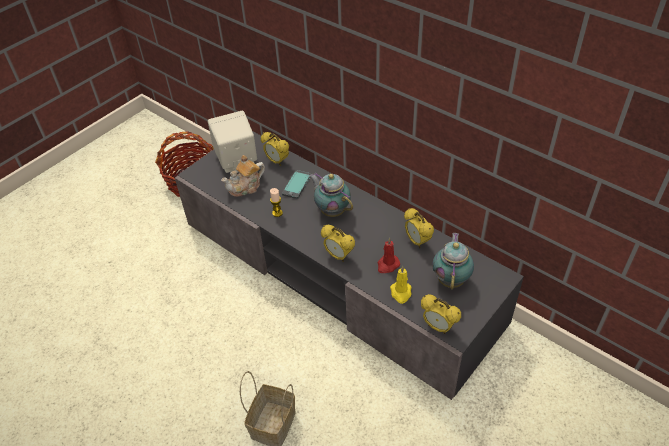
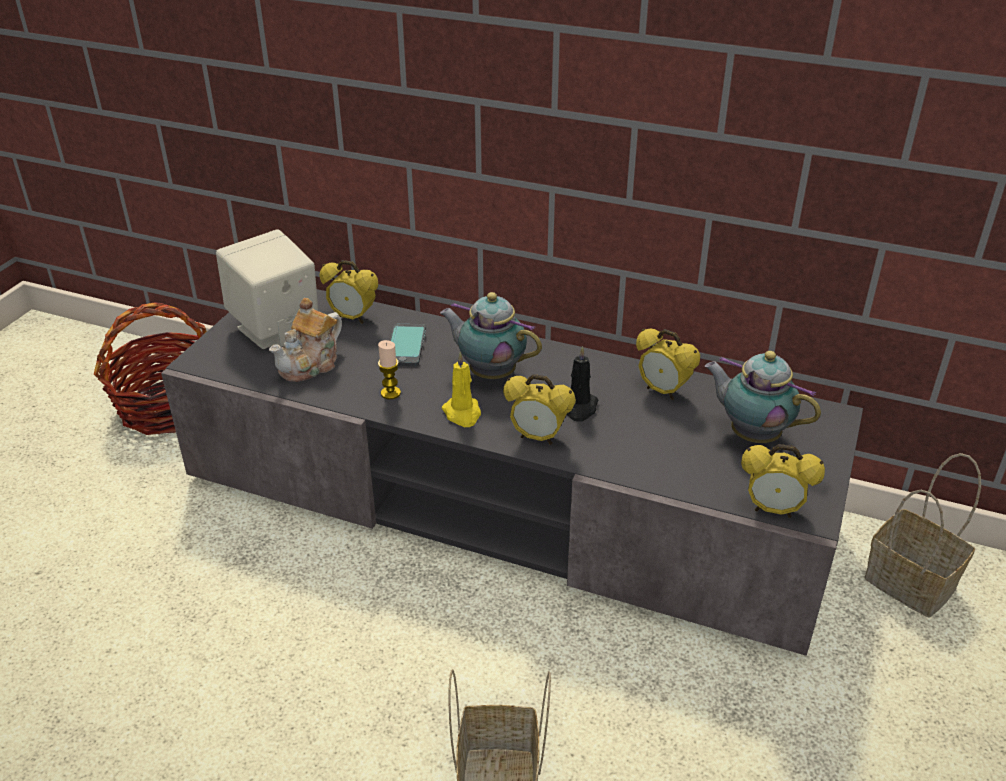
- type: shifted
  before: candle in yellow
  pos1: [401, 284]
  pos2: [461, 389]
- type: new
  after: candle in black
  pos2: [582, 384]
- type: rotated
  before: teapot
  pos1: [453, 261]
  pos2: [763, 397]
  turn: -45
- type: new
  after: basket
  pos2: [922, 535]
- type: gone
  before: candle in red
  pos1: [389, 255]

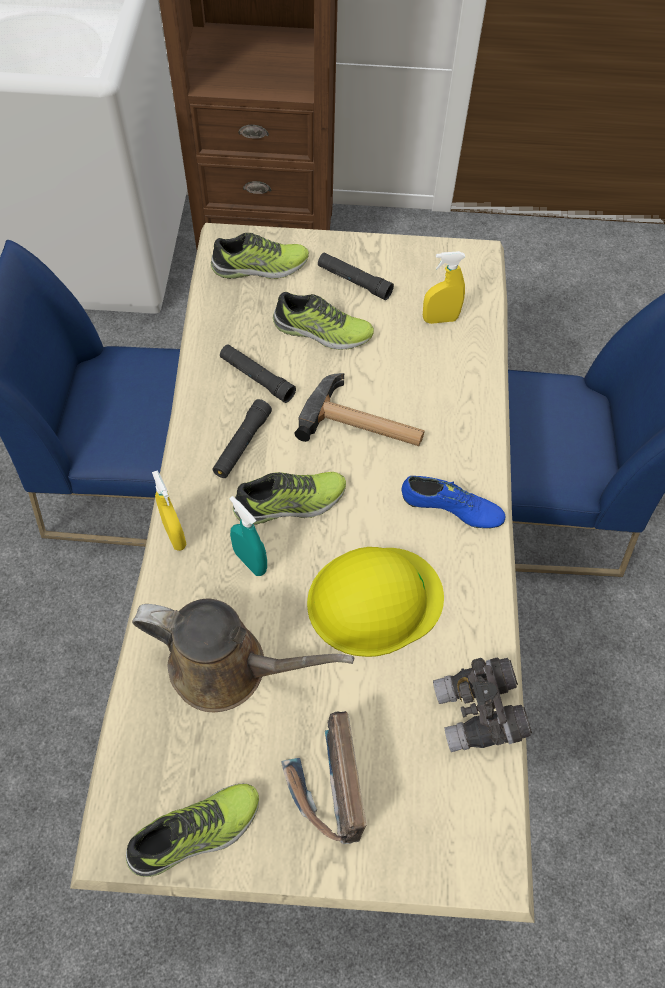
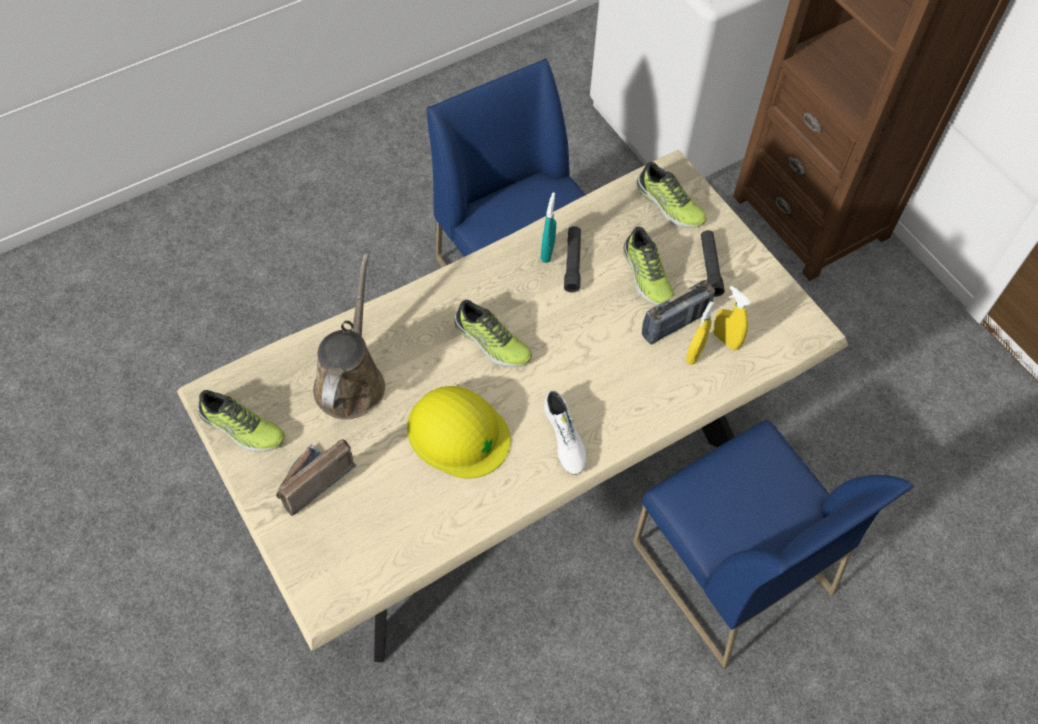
- type: rotated
  before: watering can in brown
  pos1: [243, 655]
  pos2: [349, 337]
  turn: -150
- type: shifted
  before: spray bottle in turquoise
  pos1: [248, 536]
  pos2: [548, 227]
- type: repainted
  before: shoe in blue
  after: shoe in white
  pos1: [453, 502]
  pos2: [565, 432]
- type: new
  after: radio
  pos2: [678, 312]
- type: shifted
  before: spray bottle in yellow
  pos1: [169, 510]
  pos2: [700, 333]
- type: gone
  before: flashlight in black
  pos1: [242, 438]
- type: gone
  before: hammer
  pos1: [359, 409]
- type: gone
  before: binoculars in grey
  pos1: [482, 704]

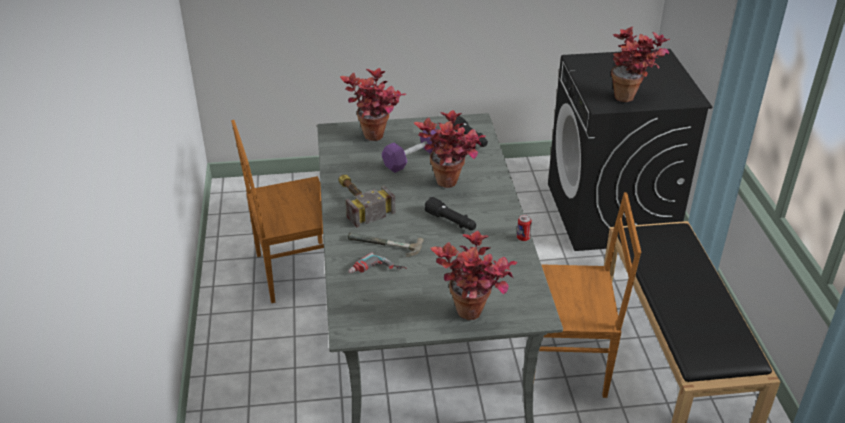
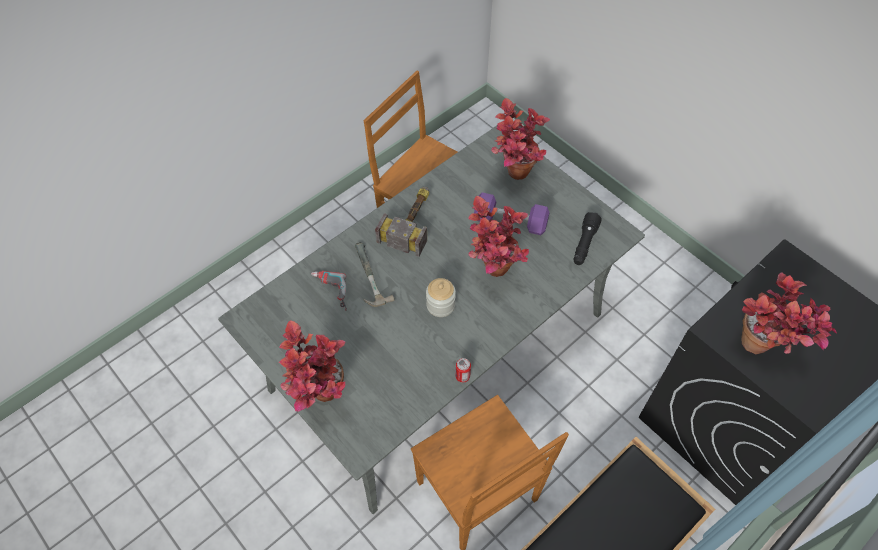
- type: swapped
  before: flashlight in black
  after: jar
  pos1: [451, 213]
  pos2: [441, 297]

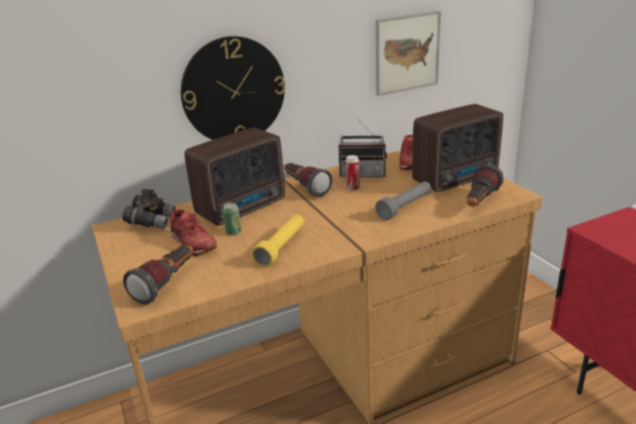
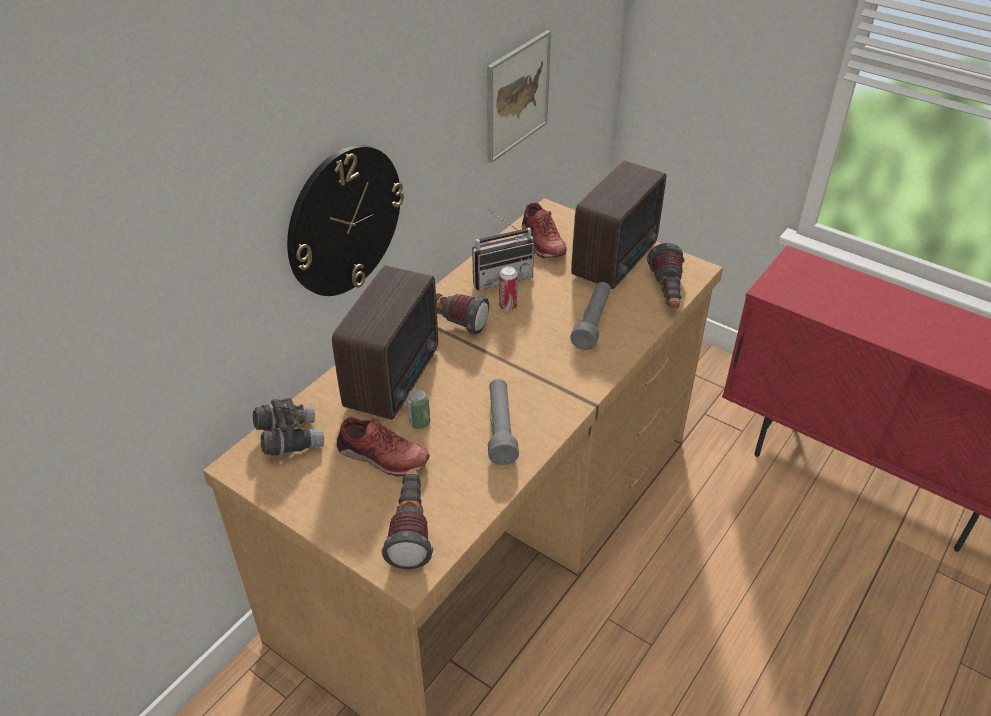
- type: repainted
  before: flashlight in yellow
  after: flashlight in grey
  pos1: [278, 241]
  pos2: [503, 422]

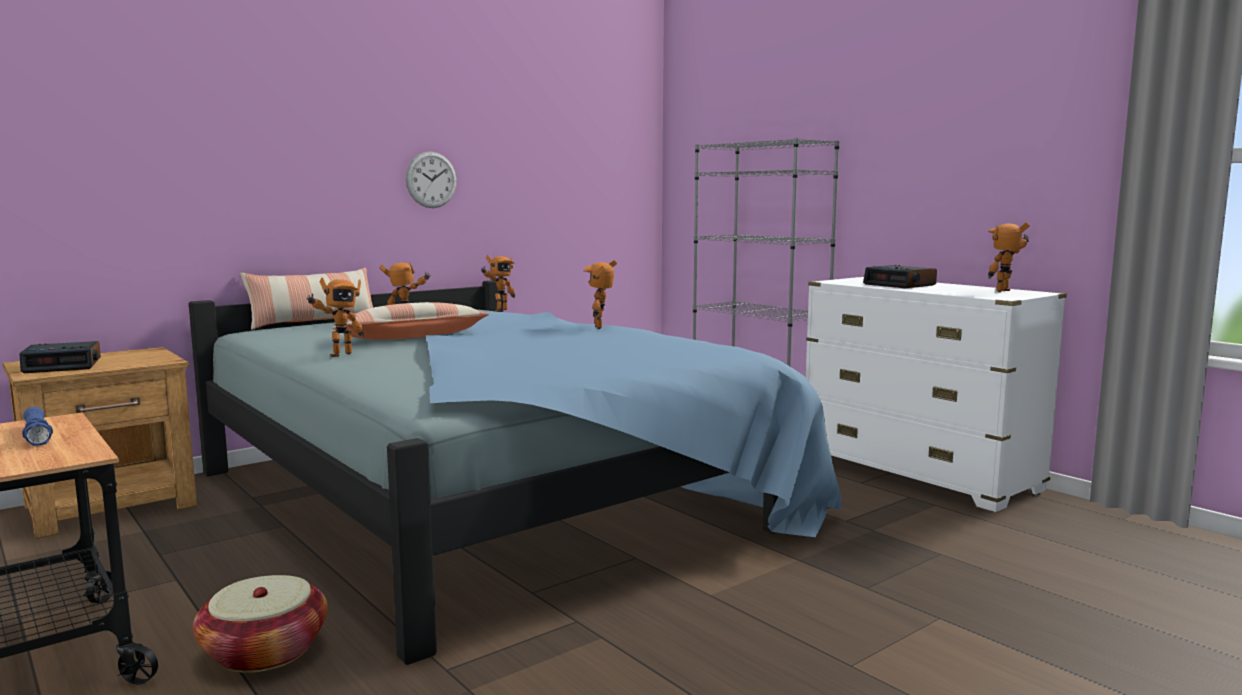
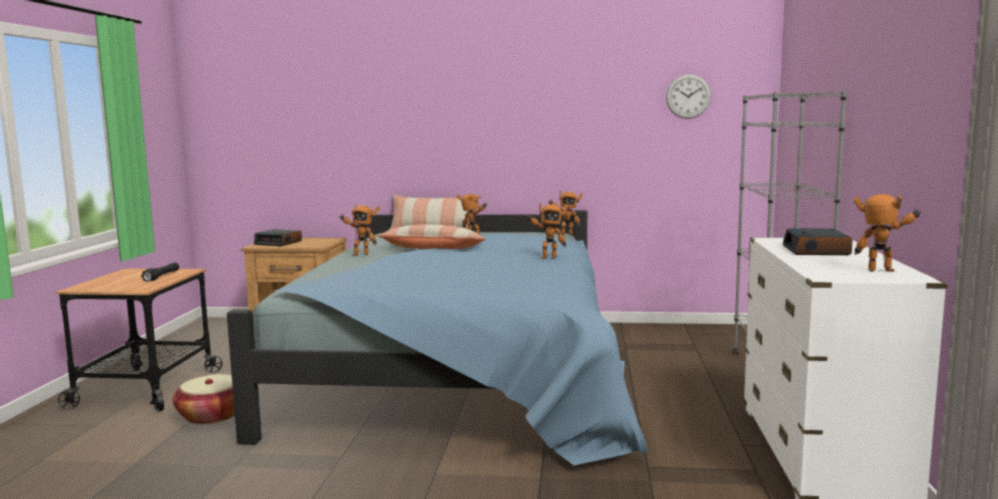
- type: repainted
  before: flashlight in blue
  after: flashlight in black
  pos1: [37, 426]
  pos2: [160, 271]
- type: rotated
  before: toy robot
  pos1: [600, 294]
  pos2: [547, 231]
  turn: -150
- type: shifted
  before: wall clock
  pos1: [431, 180]
  pos2: [688, 96]

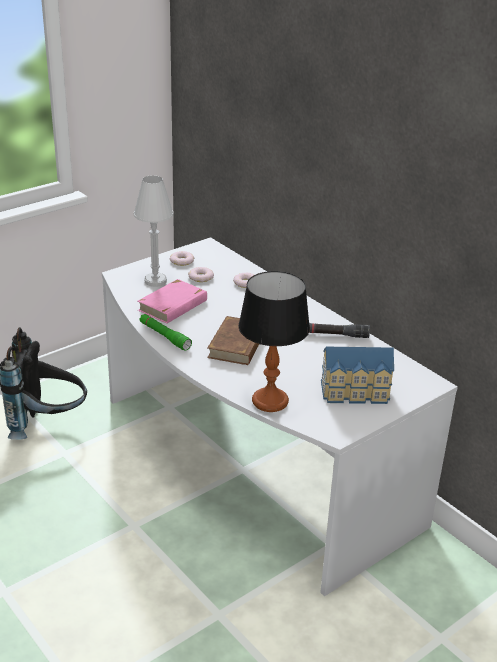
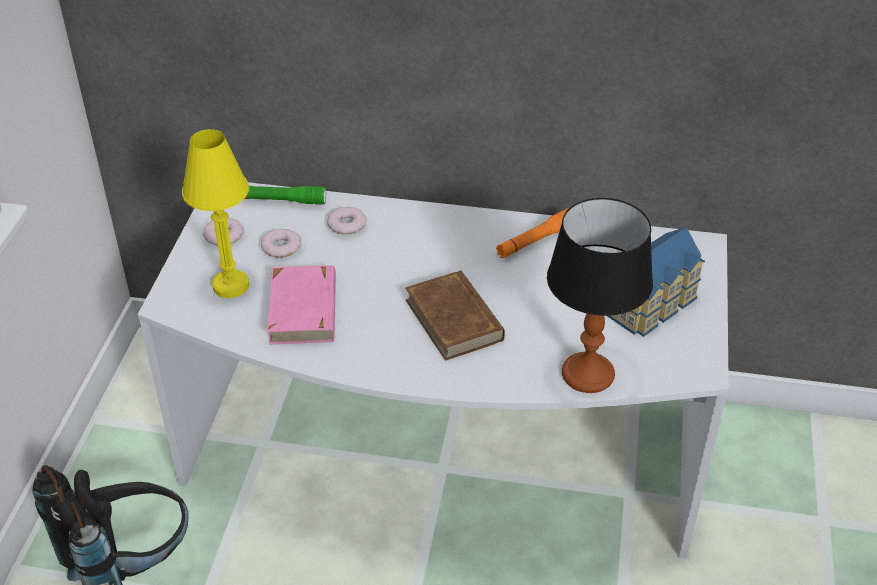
- type: repainted
  before: table lamp in white
  after: table lamp in yellow
  pos1: [154, 231]
  pos2: [215, 213]
- type: shifted
  before: flashlight in green
  pos1: [165, 332]
  pos2: [285, 195]
- type: repainted
  before: flashlight in black
  after: flashlight in orange
  pos1: [339, 330]
  pos2: [532, 233]

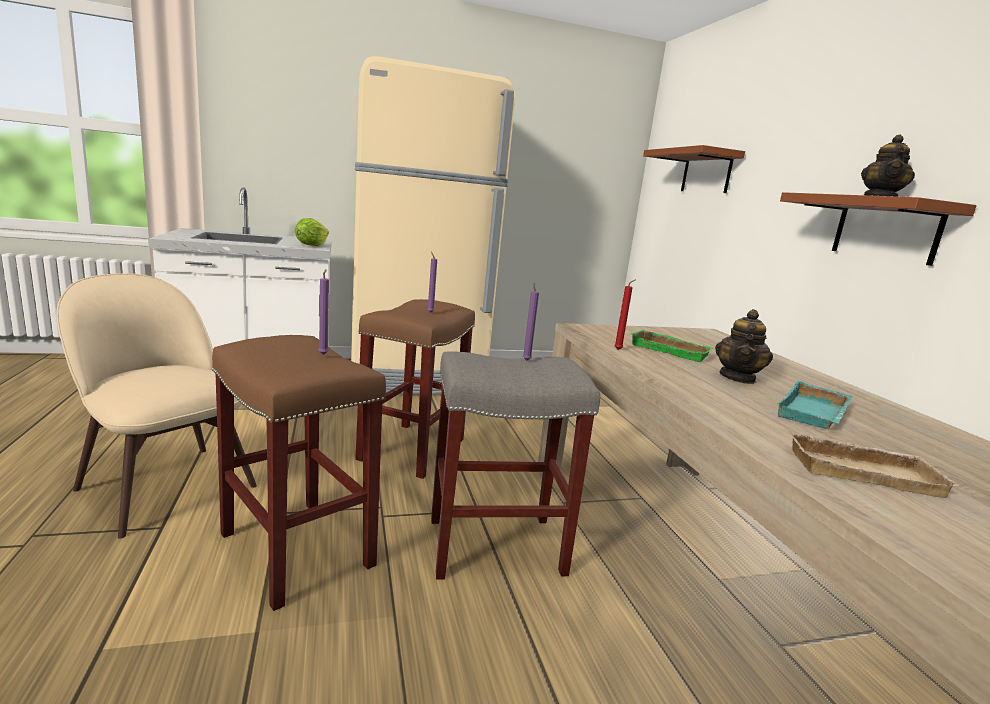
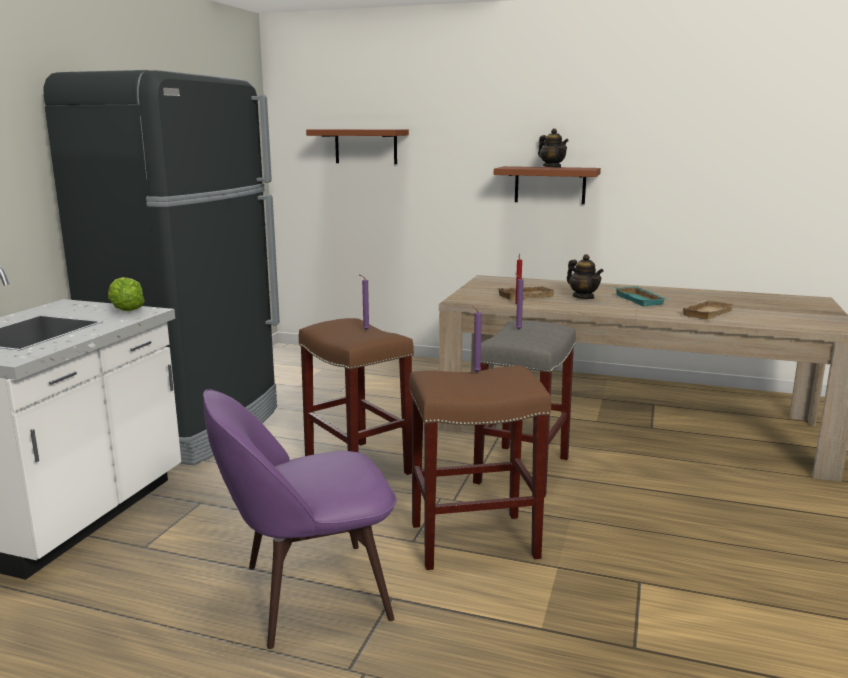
- type: repainted
  before: fridge in beige
  after: fridge in black
  pos1: [433, 225]
  pos2: [162, 267]
- type: repainted
  before: chair in beige
  after: chair in purple
  pos1: [156, 406]
  pos2: [300, 519]
- type: repainted
  before: tray in green
  after: tray in beige
  pos1: [672, 346]
  pos2: [525, 293]

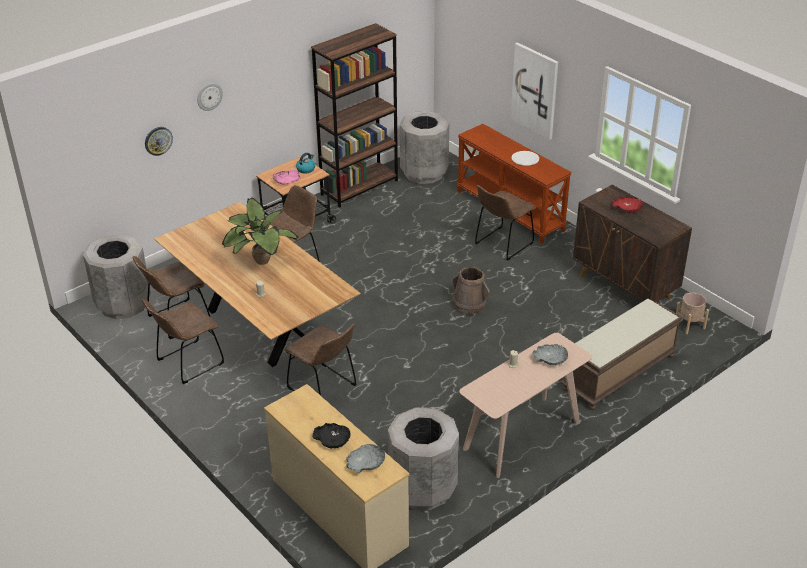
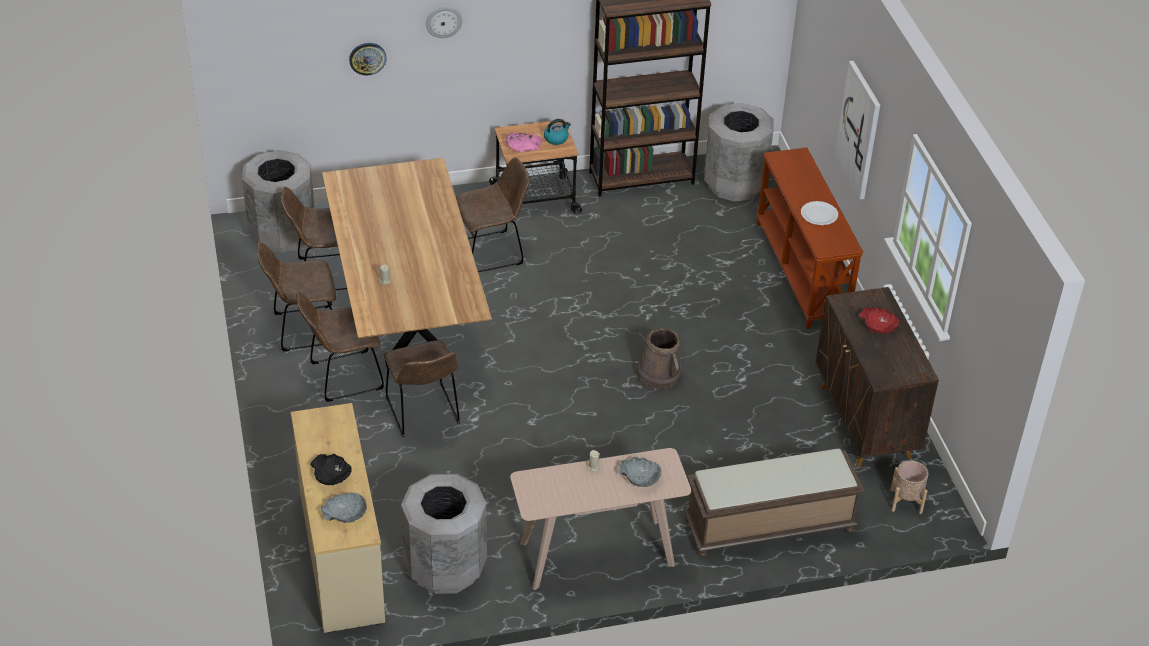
- type: shifted
  before: chair in brown
  pos1: [505, 223]
  pos2: [340, 347]
- type: gone
  before: potted plant
  pos1: [260, 231]

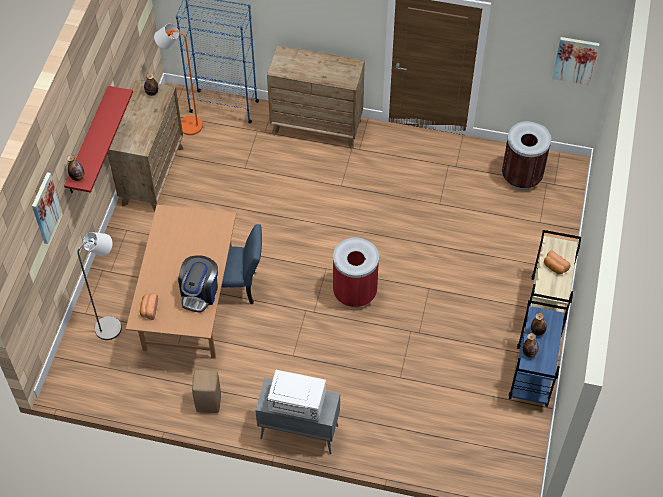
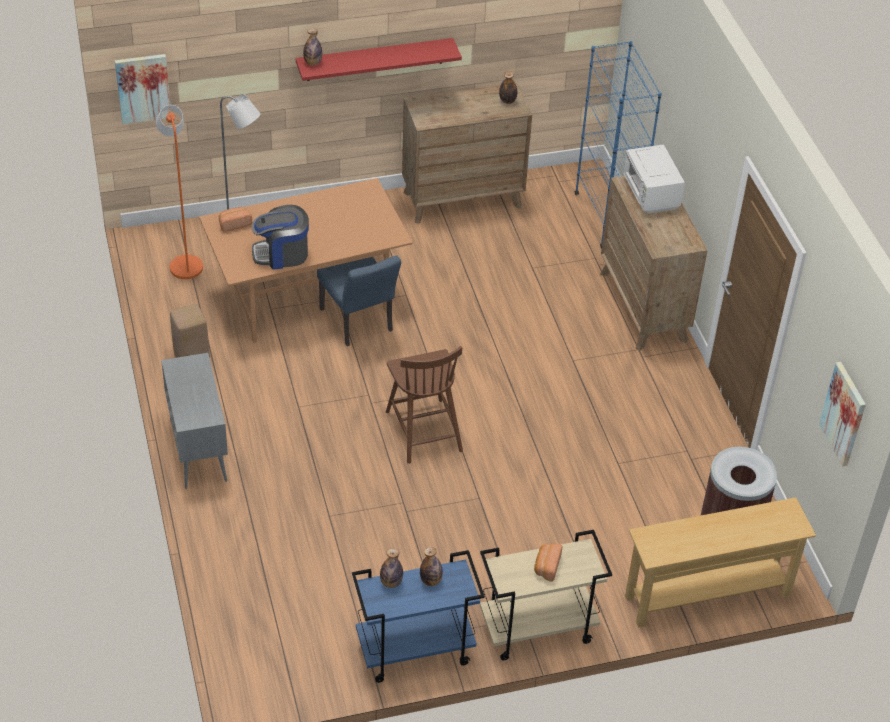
- type: shifted
  before: picture
  pos1: [47, 208]
  pos2: [143, 89]
- type: shifted
  before: floor lamp in orange
  pos1: [178, 79]
  pos2: [179, 192]
- type: swapped
  before: trash can in red
  after: chair in brown
  pos1: [356, 272]
  pos2: [424, 405]
- type: shifted
  before: microwave in white
  pos1: [296, 395]
  pos2: [654, 179]
- type: new
  after: console table in beige
  pos2: [720, 562]

